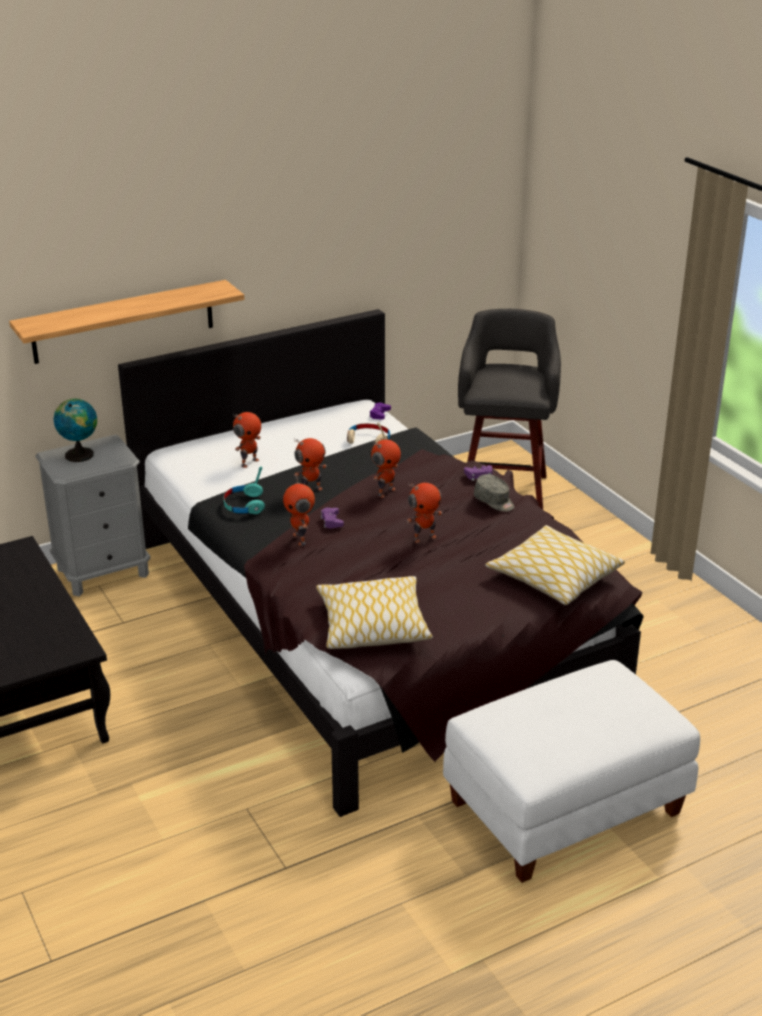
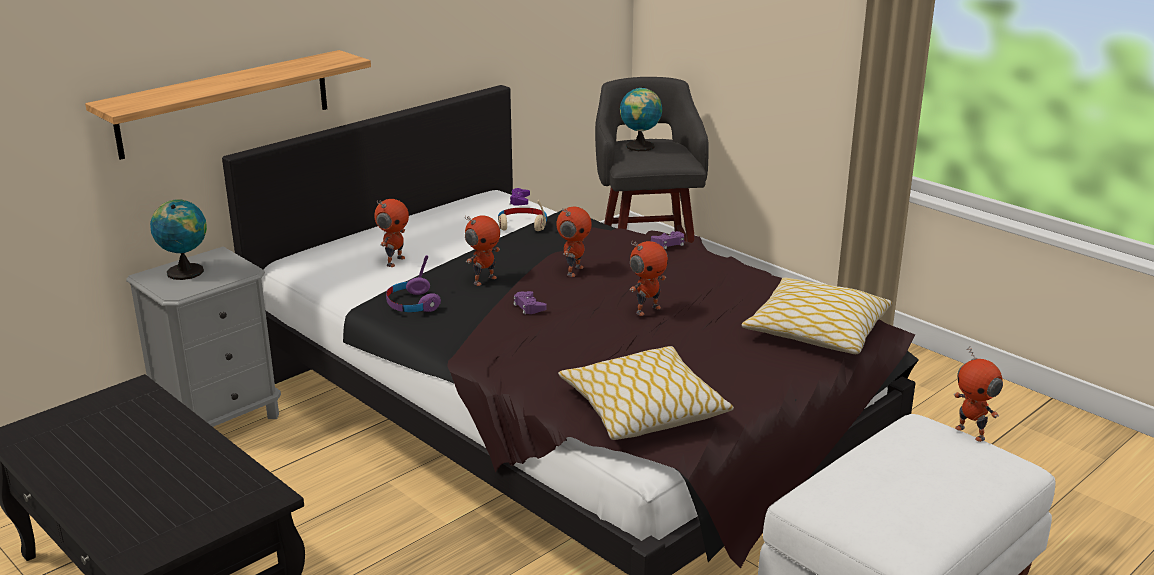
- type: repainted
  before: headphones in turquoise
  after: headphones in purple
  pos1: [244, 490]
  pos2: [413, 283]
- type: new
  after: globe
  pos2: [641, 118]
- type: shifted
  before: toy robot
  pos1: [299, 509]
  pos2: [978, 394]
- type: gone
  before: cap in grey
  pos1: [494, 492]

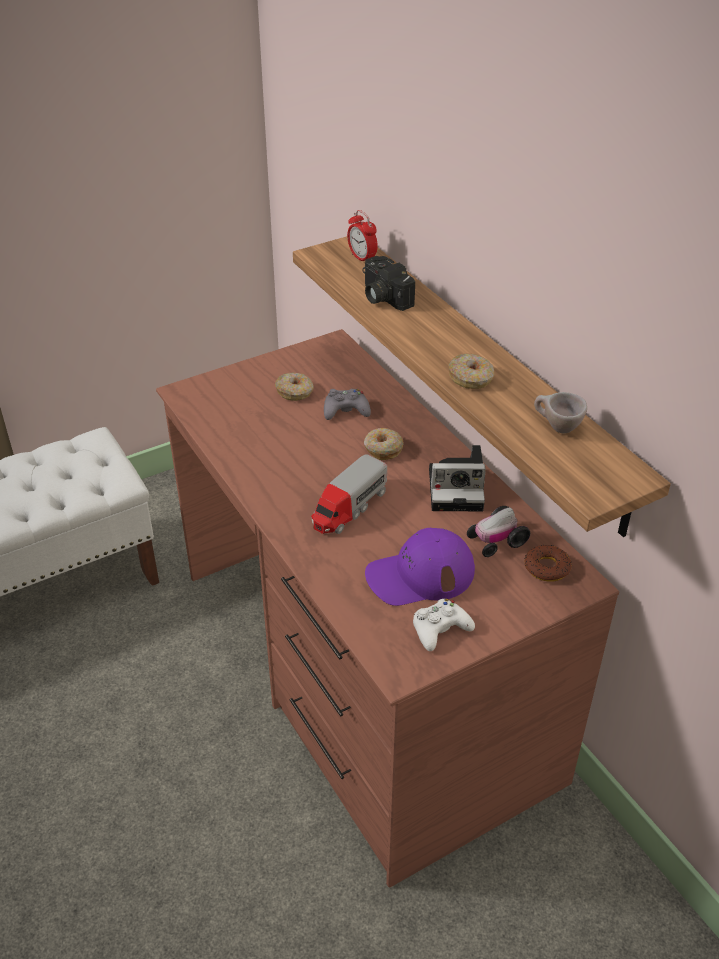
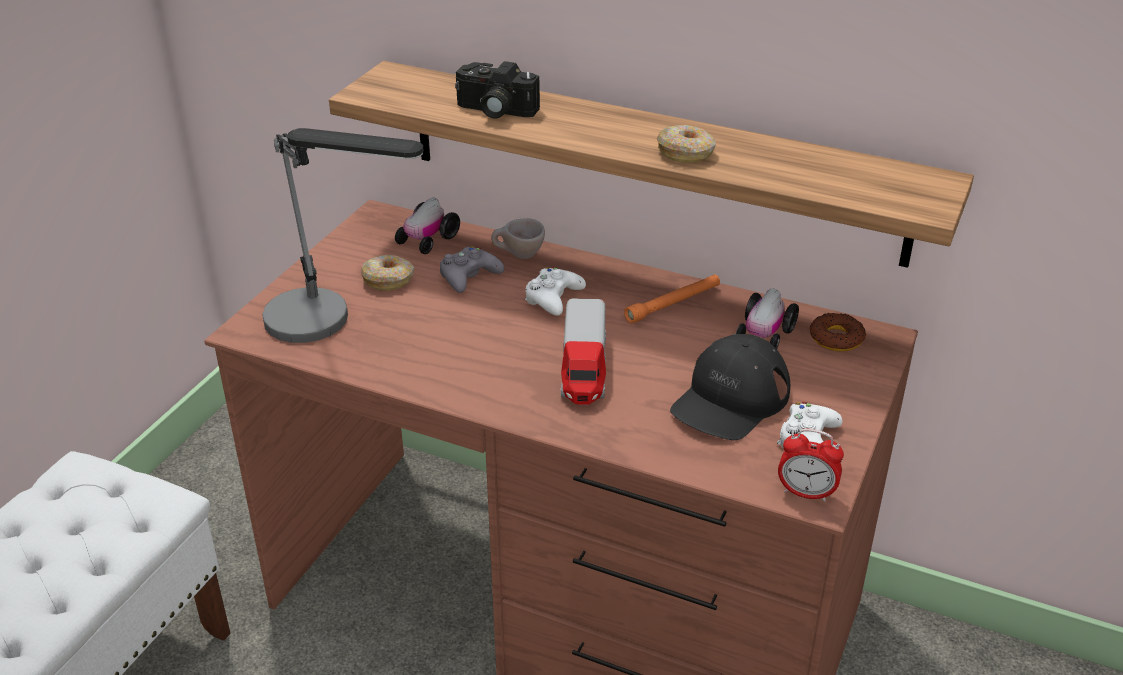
- type: new
  after: table lamp
  pos2: [342, 235]
- type: new
  after: toy car
  pos2: [427, 225]
- type: shifted
  before: cup in beige
  pos1: [560, 412]
  pos2: [518, 238]
- type: swapped
  before: donut
  after: game controller in white
  pos1: [384, 444]
  pos2: [555, 291]
- type: swapped
  before: photo camera
  after: flashlight in orange
  pos1: [457, 478]
  pos2: [672, 298]
- type: repainted
  before: cap in purple
  after: cap in black
  pos1: [420, 567]
  pos2: [730, 387]
- type: shifted
  before: alarm clock
  pos1: [362, 235]
  pos2: [811, 465]

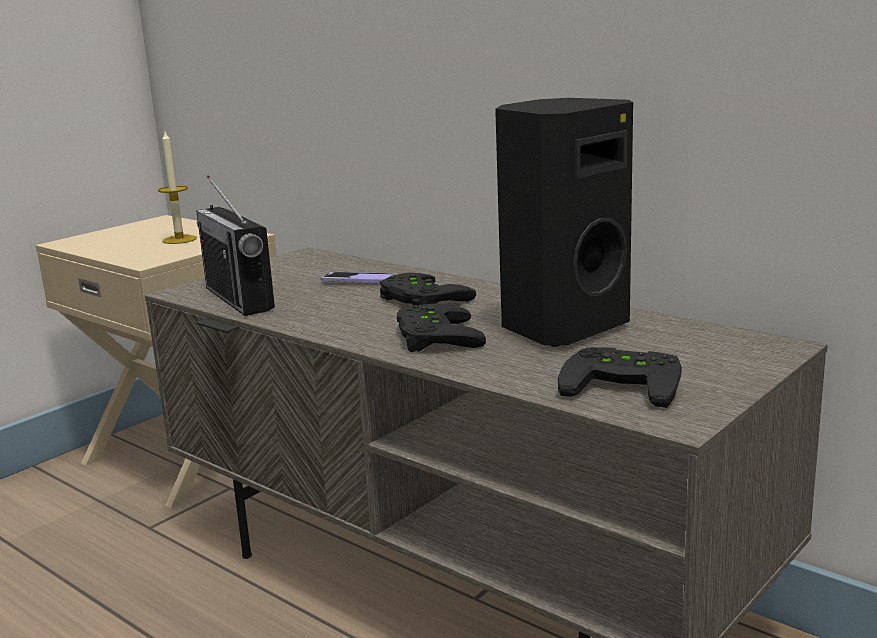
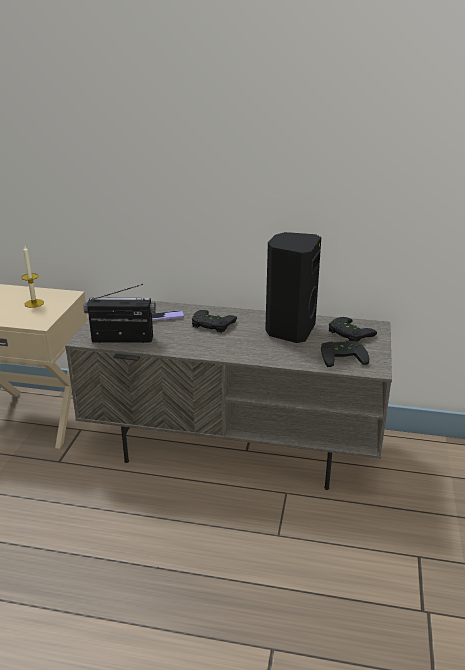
- type: rotated
  before: radio
  pos1: [235, 245]
  pos2: [120, 313]
  turn: 150
- type: shifted
  before: game controller in black
  pos1: [441, 328]
  pos2: [353, 329]

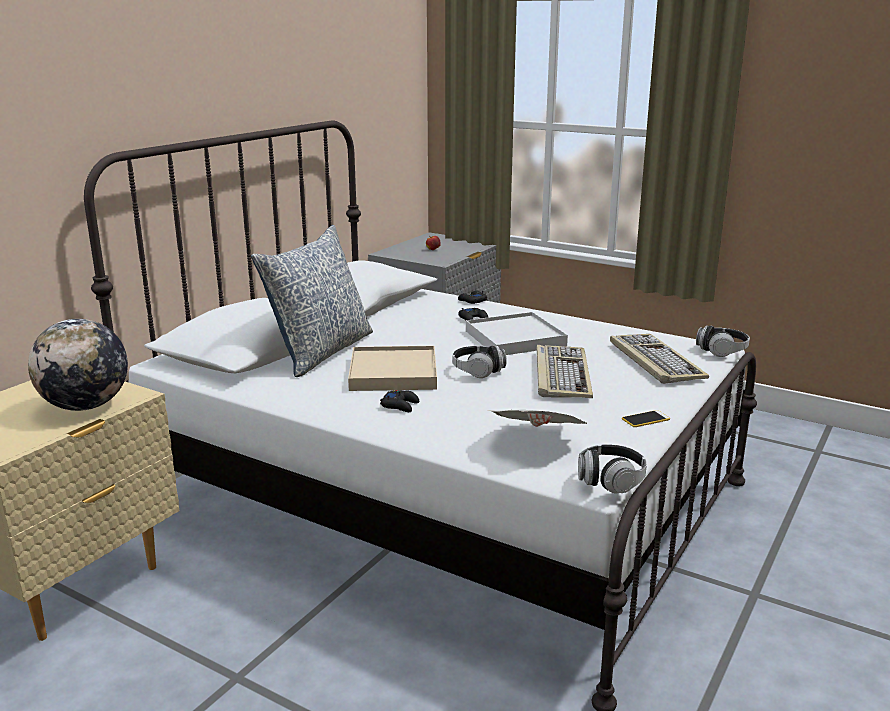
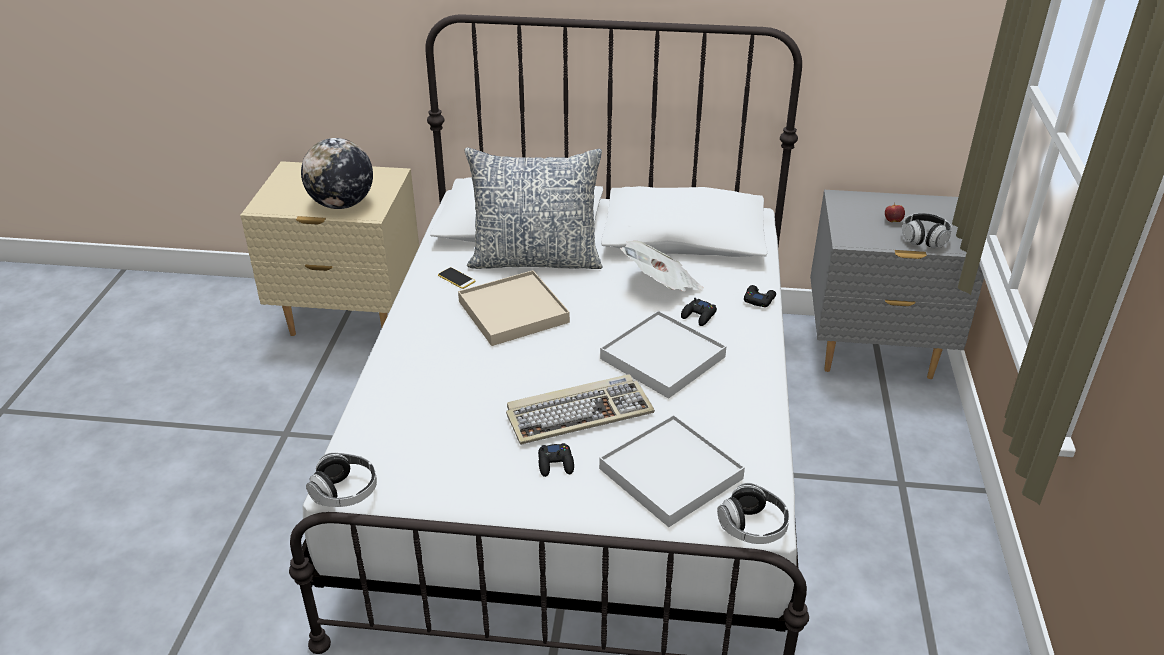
- type: shifted
  before: phone
  pos1: [646, 418]
  pos2: [456, 278]
- type: shifted
  before: game controller in black
  pos1: [399, 401]
  pos2: [556, 460]
- type: swapped
  before: keyboard
  after: tray in white
  pos1: [659, 359]
  pos2: [672, 471]
- type: shifted
  before: newspaper
  pos1: [537, 418]
  pos2: [662, 266]
- type: shifted
  before: headphones
  pos1: [479, 362]
  pos2: [927, 230]

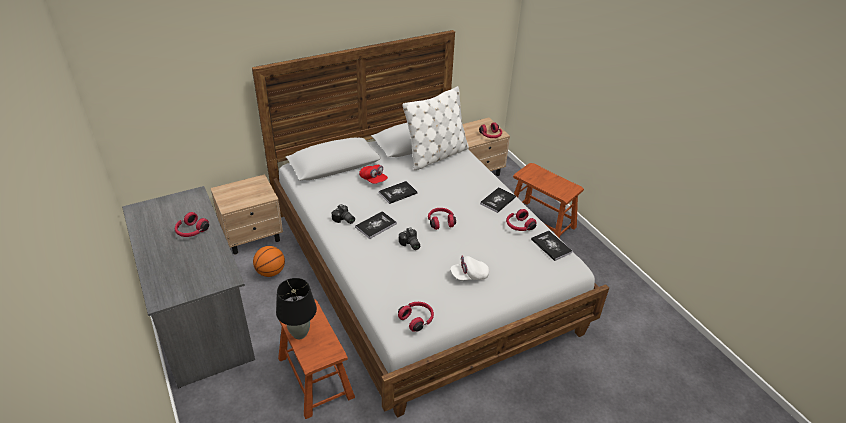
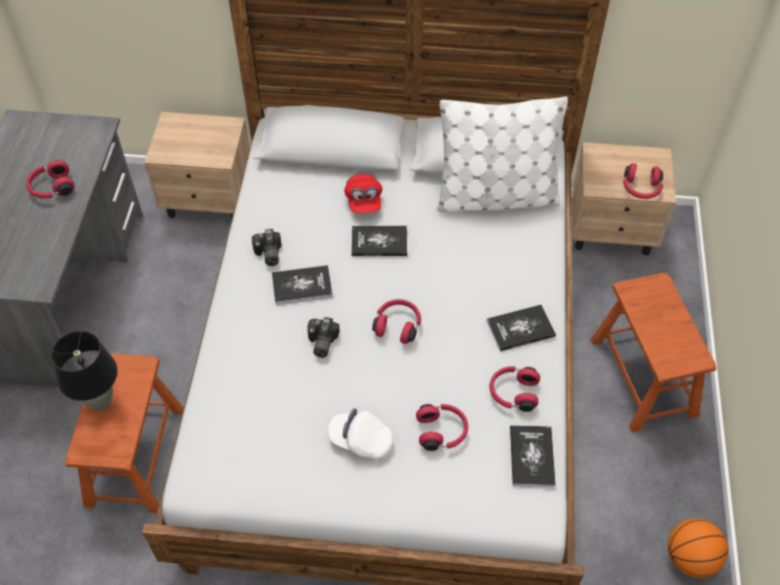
- type: shifted
  before: headphones in red
  pos1: [416, 317]
  pos2: [442, 427]
- type: shifted
  before: basketball
  pos1: [269, 261]
  pos2: [698, 548]

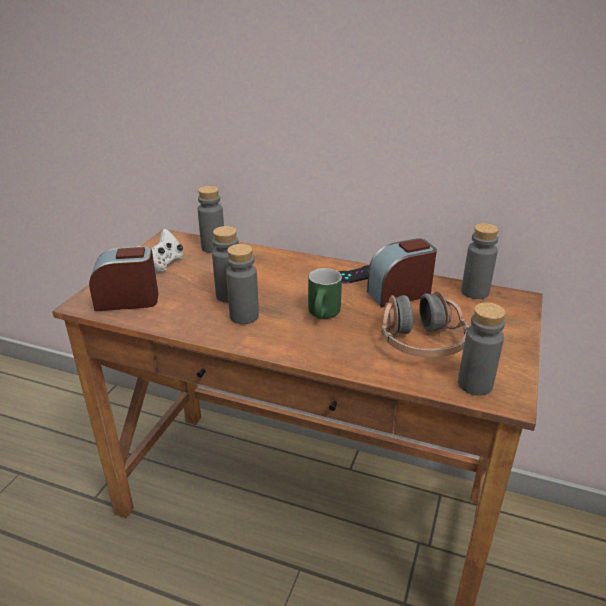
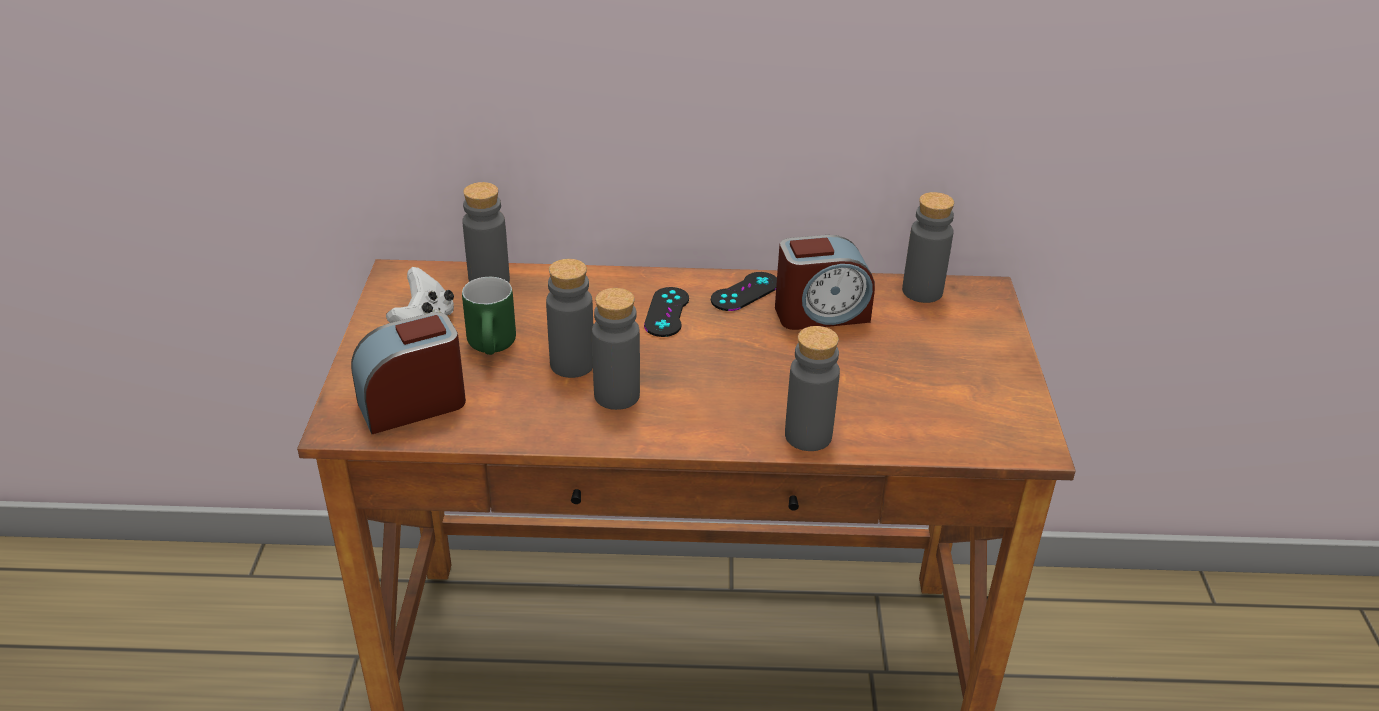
- type: shifted
  before: mug in green
  pos1: [325, 293]
  pos2: [489, 316]
- type: new
  after: game controller in black
  pos2: [666, 312]
- type: rotated
  before: alarm clock
  pos1: [402, 273]
  pos2: [825, 282]
  turn: -150
- type: shifted
  before: bottle in grey
  pos1: [482, 349]
  pos2: [812, 388]
- type: gone
  before: headphones
  pos1: [425, 324]

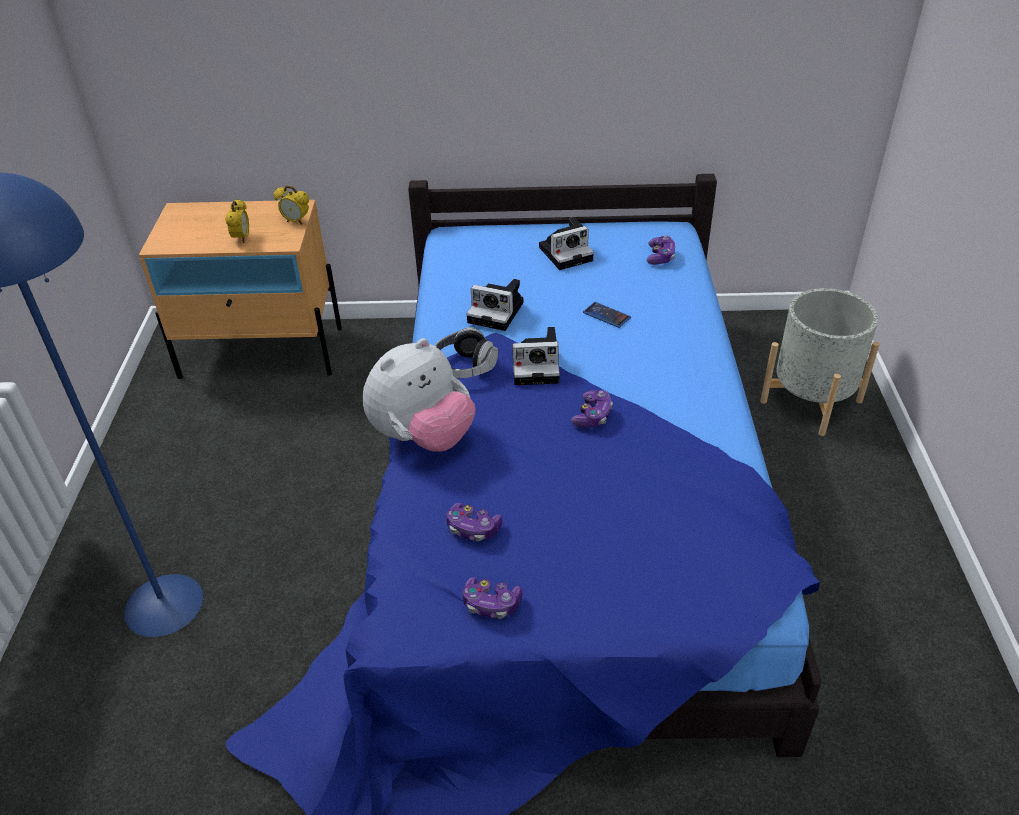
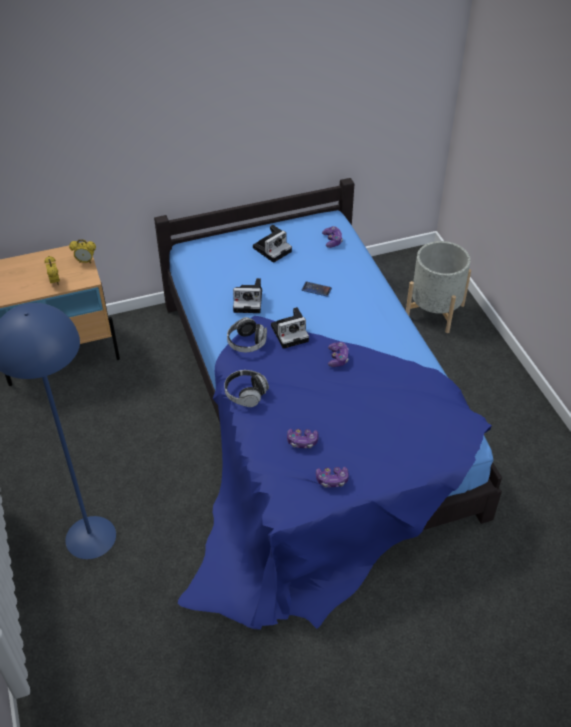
- type: swapped
  before: plush toy
  after: headphones
  pos1: [419, 395]
  pos2: [246, 388]

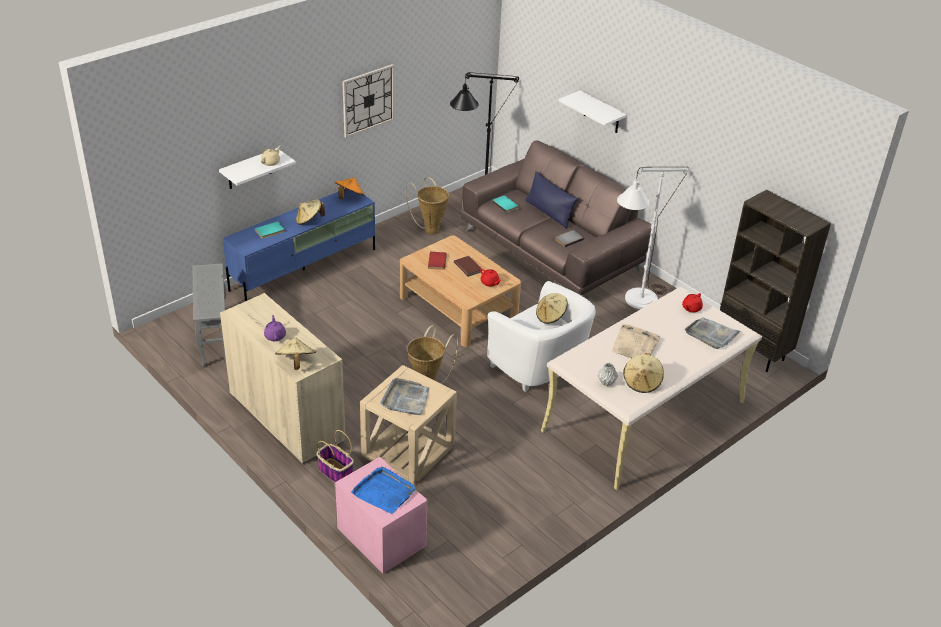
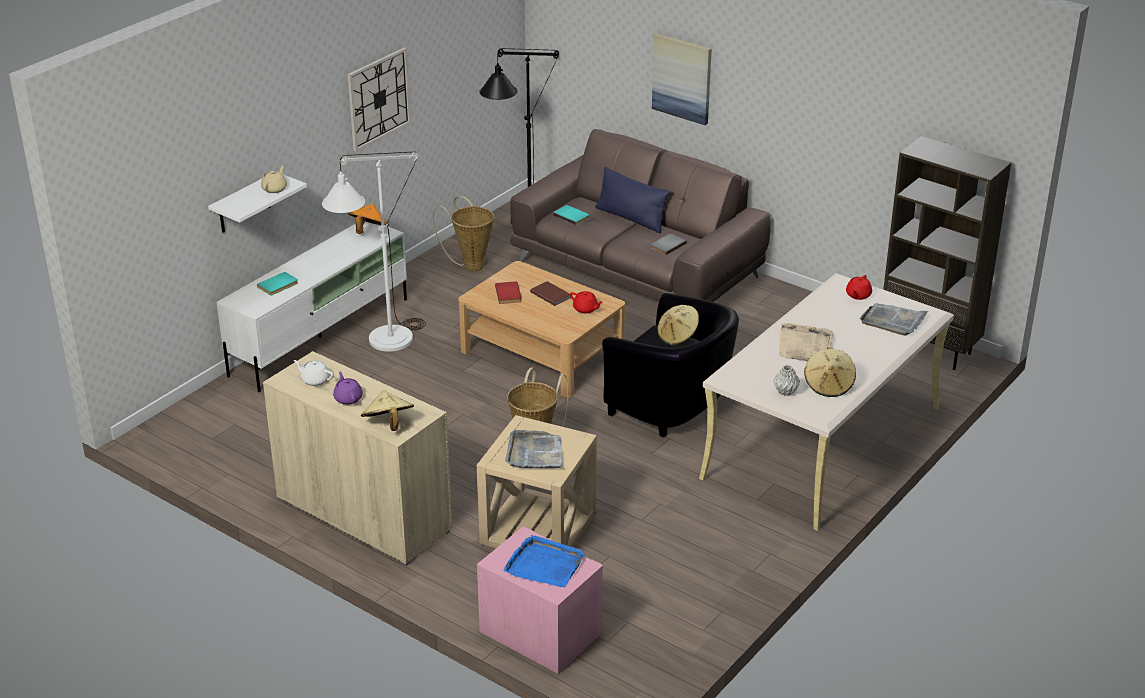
- type: repainted
  before: tv stand in blue
  after: tv stand in white
  pos1: [299, 245]
  pos2: [312, 306]
- type: new
  after: teapot in white
  pos2: [313, 373]
- type: shifted
  before: floor lamp in white
  pos1: [653, 238]
  pos2: [374, 252]
- type: repainted
  before: armchair in white
  after: armchair in black
  pos1: [541, 336]
  pos2: [670, 365]
- type: swapped
  before: shelf in white
  after: picture
  pos1: [593, 112]
  pos2: [682, 79]
- type: gone
  before: side table in grey
  pos1: [209, 315]
- type: gone
  before: hat in beige
  pos1: [310, 212]
- type: gone
  before: basket
  pos1: [335, 456]

